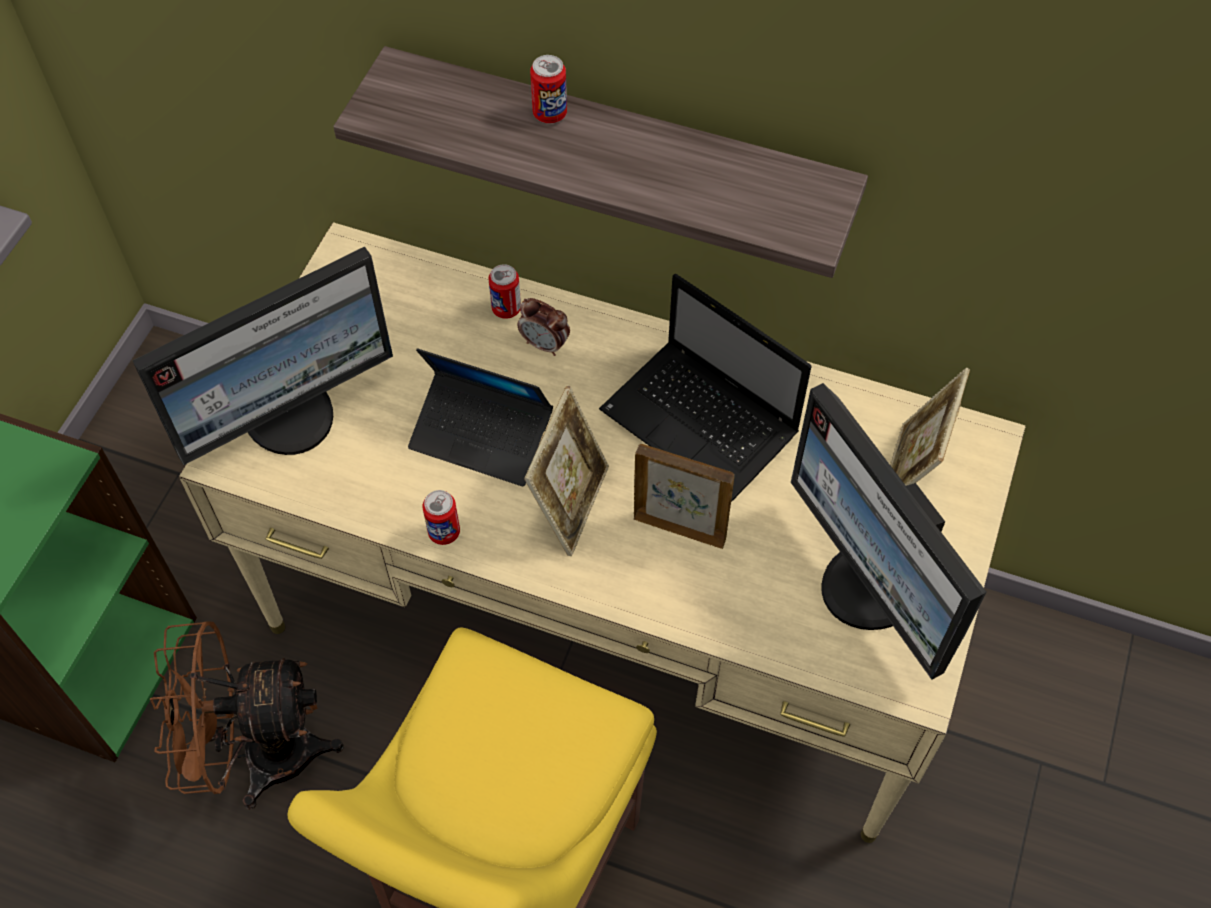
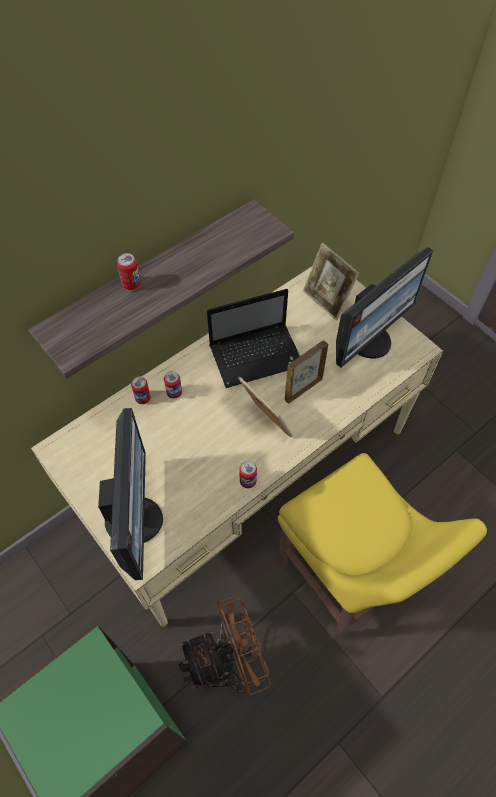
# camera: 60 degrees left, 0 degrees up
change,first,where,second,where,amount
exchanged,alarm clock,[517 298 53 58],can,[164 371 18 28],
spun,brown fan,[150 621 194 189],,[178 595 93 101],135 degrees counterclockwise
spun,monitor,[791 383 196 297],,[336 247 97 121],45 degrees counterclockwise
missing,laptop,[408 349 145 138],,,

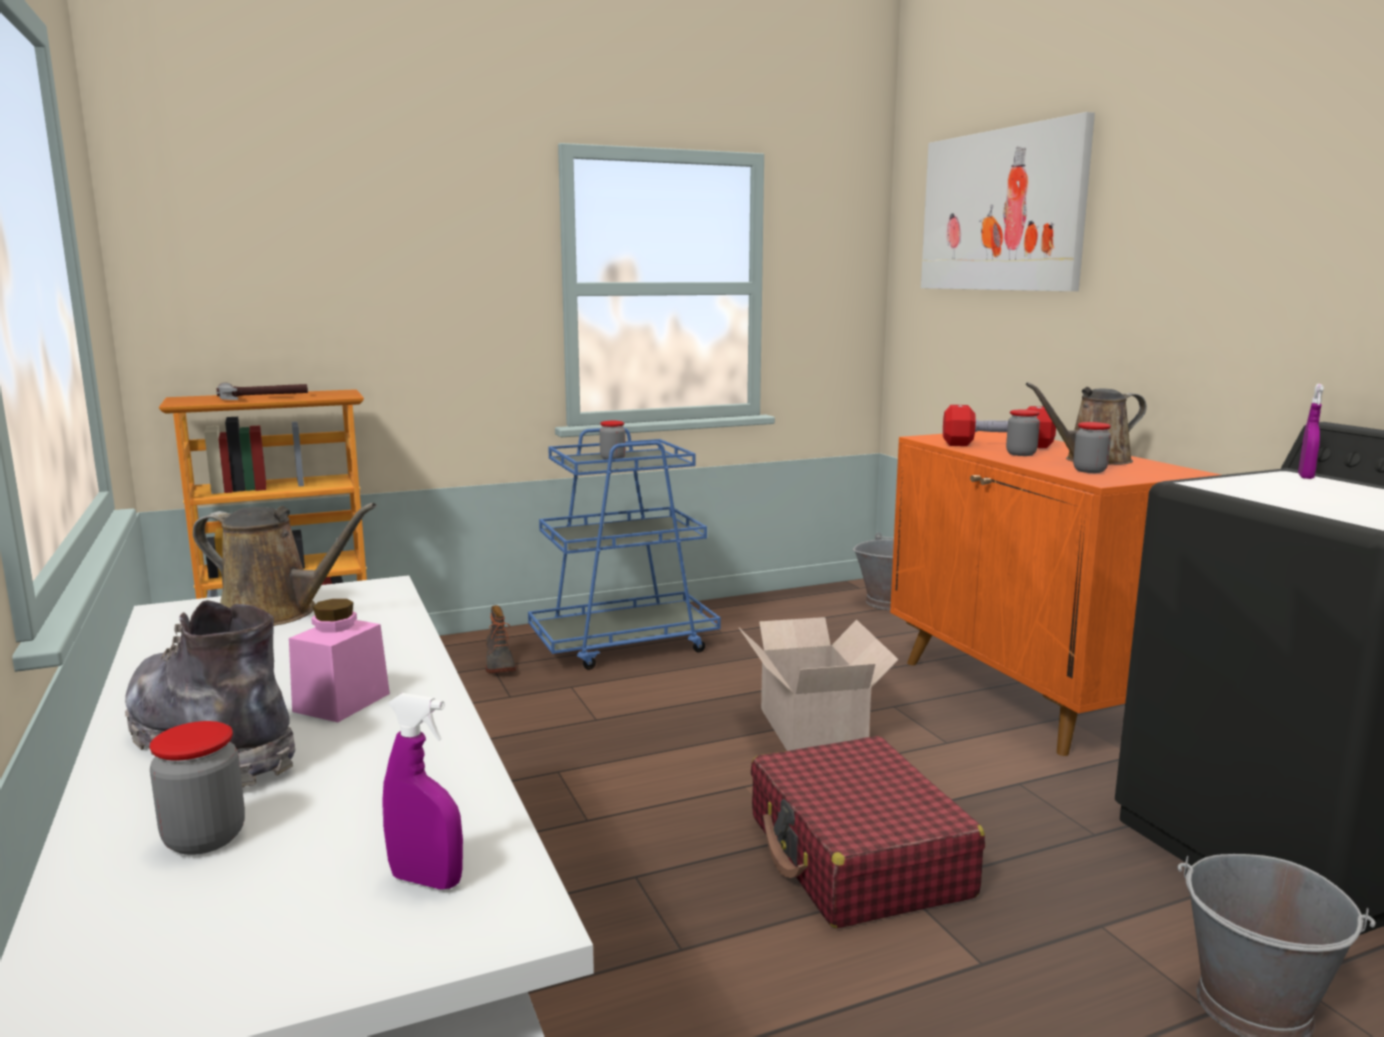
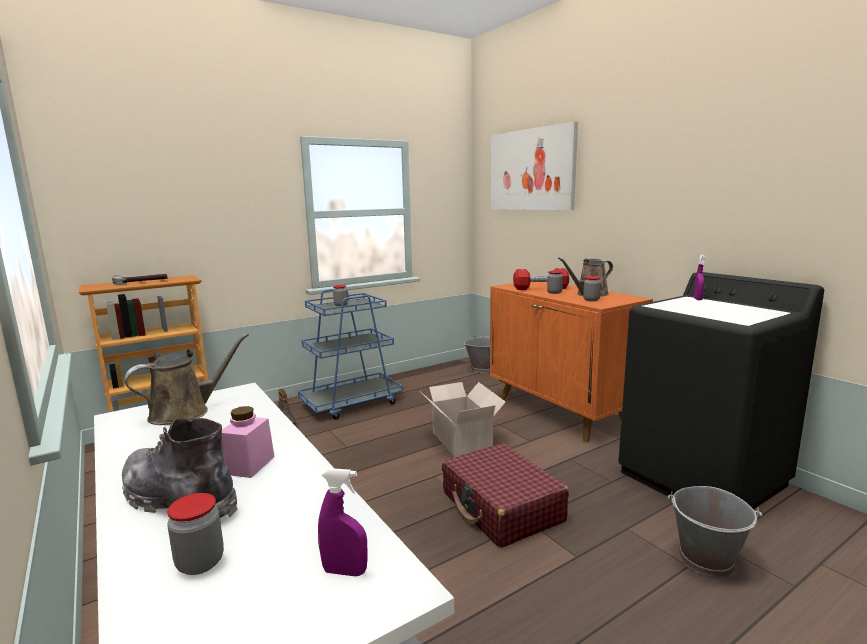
# camera: 10 degrees left, 0 degrees up
change,first,where,second,where,amount
spun,brown watering can,[193 503 184 123],,[124 333 125 92],45 degrees counterclockwise

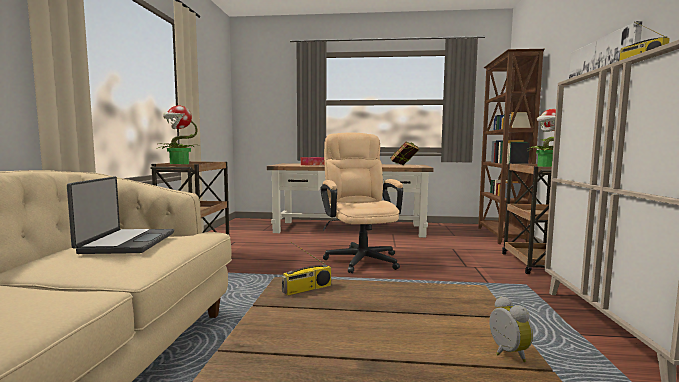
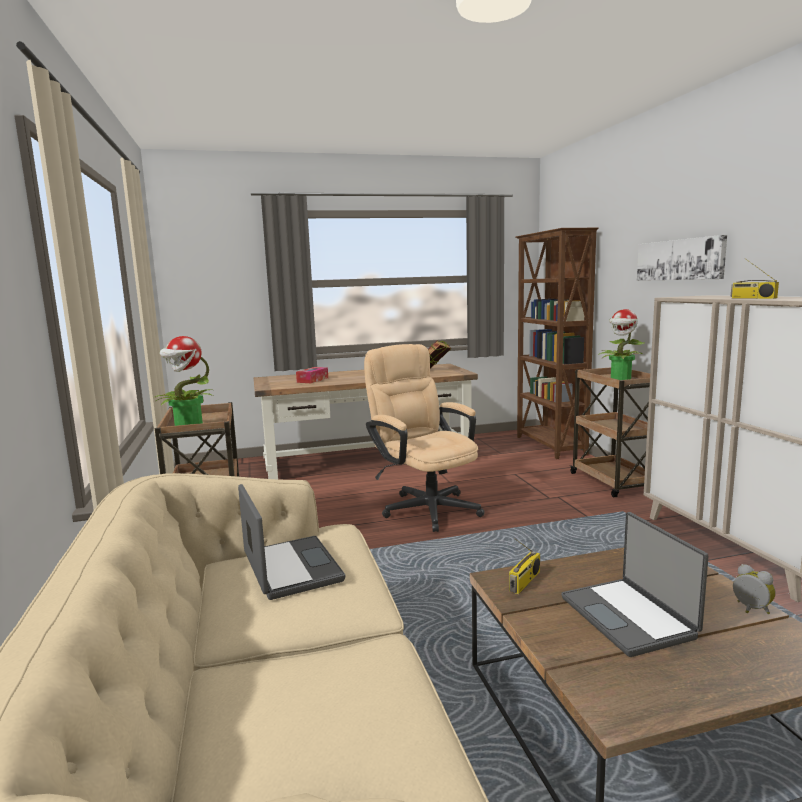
# camera: 20 degrees left, 5 degrees up
change,first,where,second,where,amount
appeared,,,laptop,[561 512 148 145],

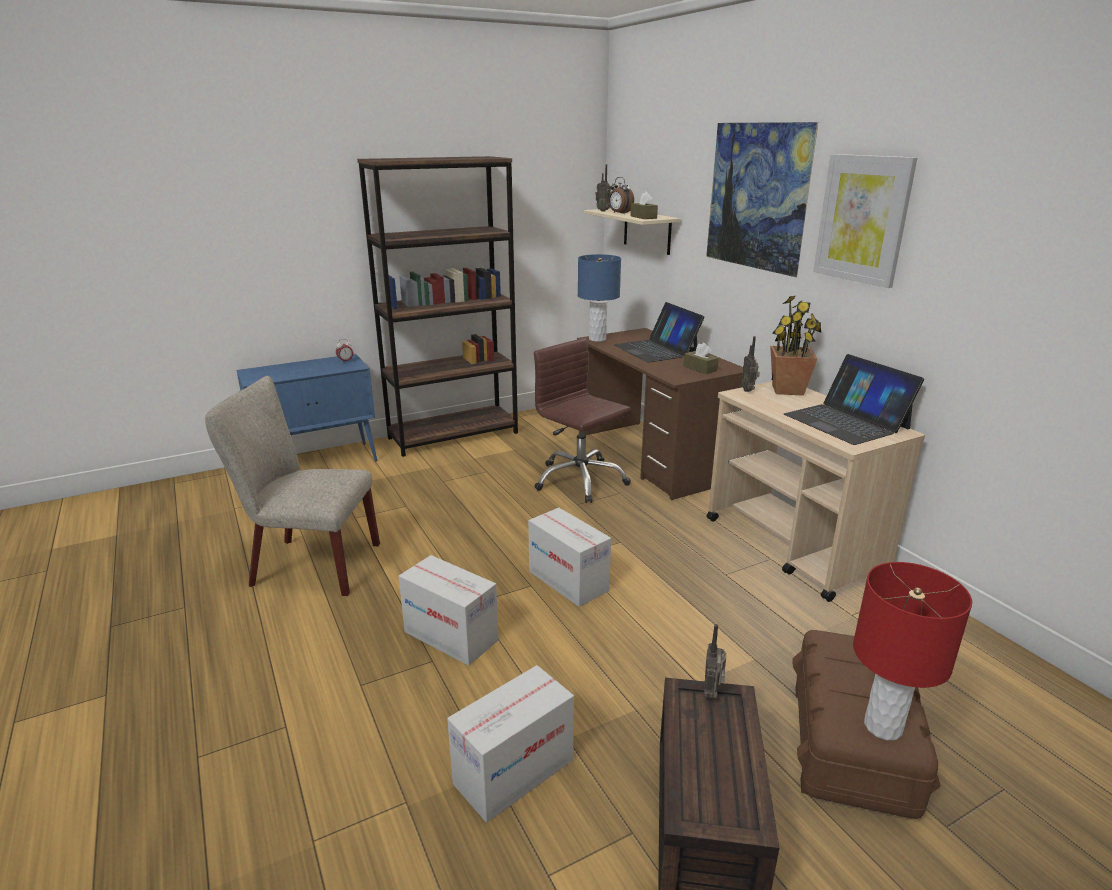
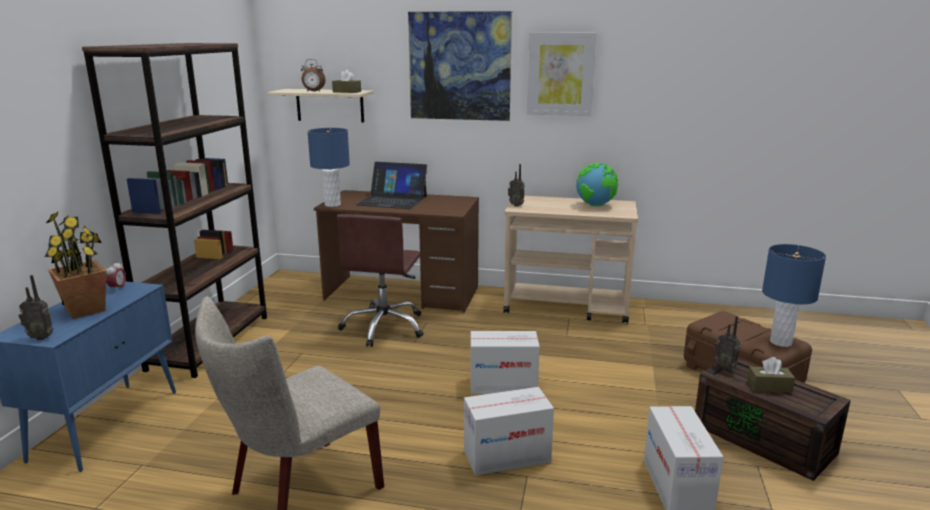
# camera: 50 degrees left, 5 degrees down
change,first,where,second,where,amount
relocated,radio,[596 164 15 48],,[19 275 34 65],
relocated,potted plant,[770 295 52 101],,[45 212 61 107],
spun,brown office chair,[534 338 97 165],,[337 214 87 133],75 degrees counterclockwise
exchanged,laptop,[784 354 140 91],globe,[576 163 42 43],
relocated,brown tissue box,[684 343 35 31],,[747 357 48 35],
colour,red table lamp,[853 562 119 178],blue table lamp,[762 244 64 103],

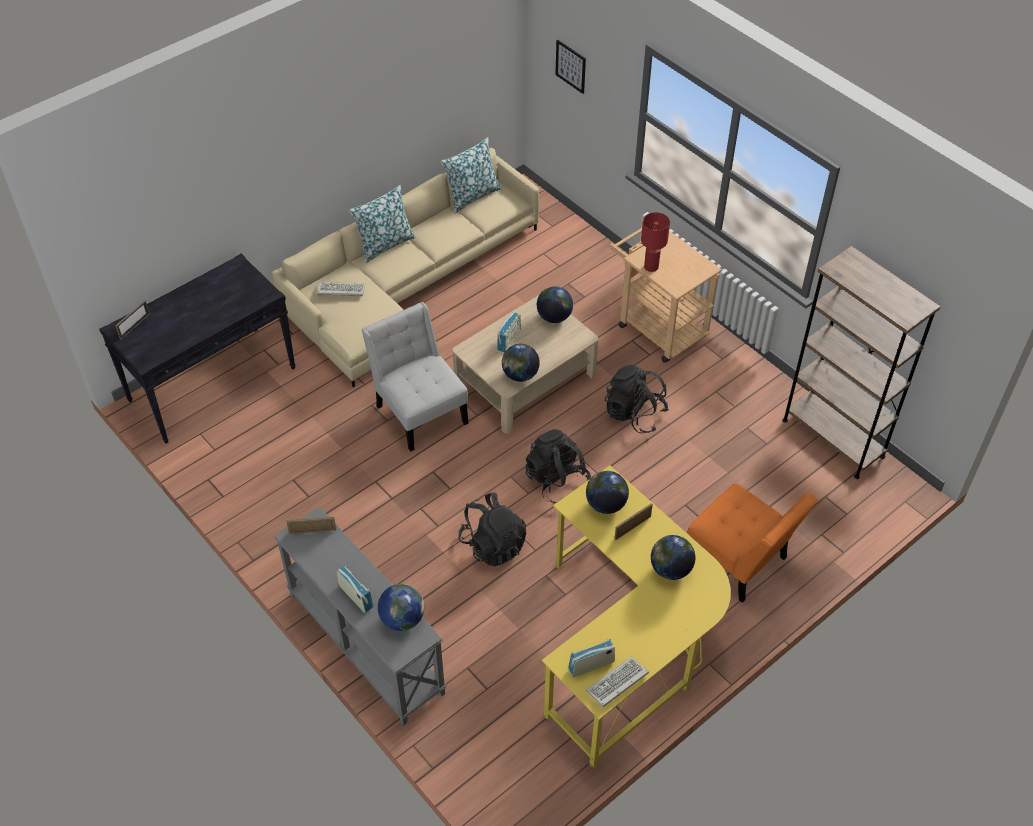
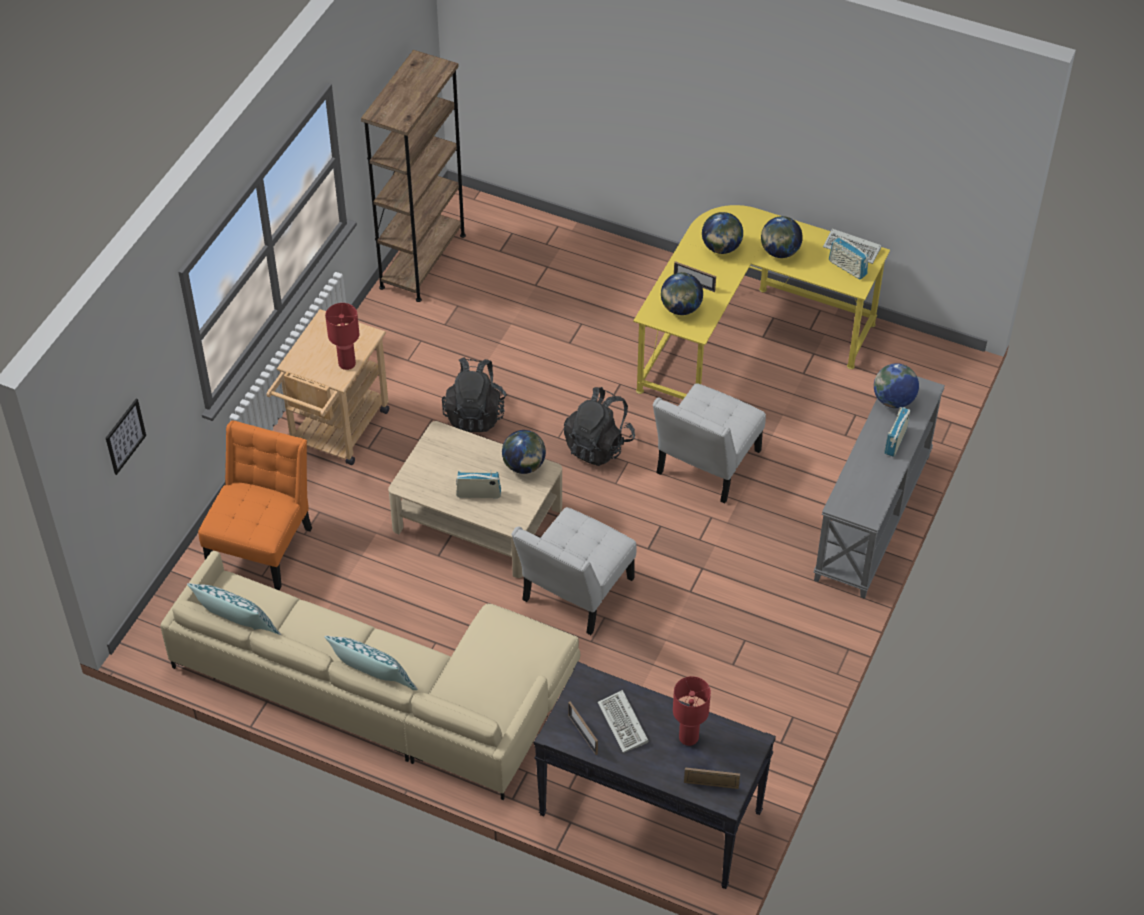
# camera: 115 degrees left, 0 degrees up
change,first,where,second,where,amount
relocated,orange chair,[687 483 131 120],,[198 420 114 170],
relocated,picture frame,[287 517 49 17],,[568 701 30 54],
relocated,keyboard,[317 282 48 14],,[598 690 51 63],
exchanged,black backpack,[458 493 68 74],white chair,[653 383 113 121],
appeared,,,red table lamp,[673 676 38 70],
relocated,globe,[537 286 36 37],,[761 216 42 42],

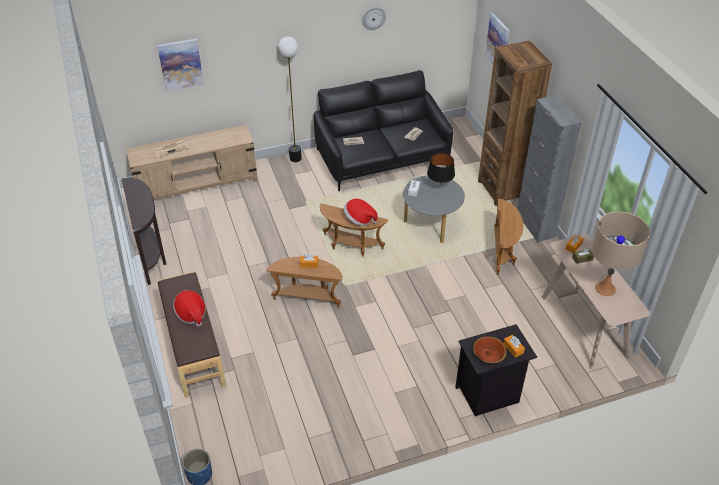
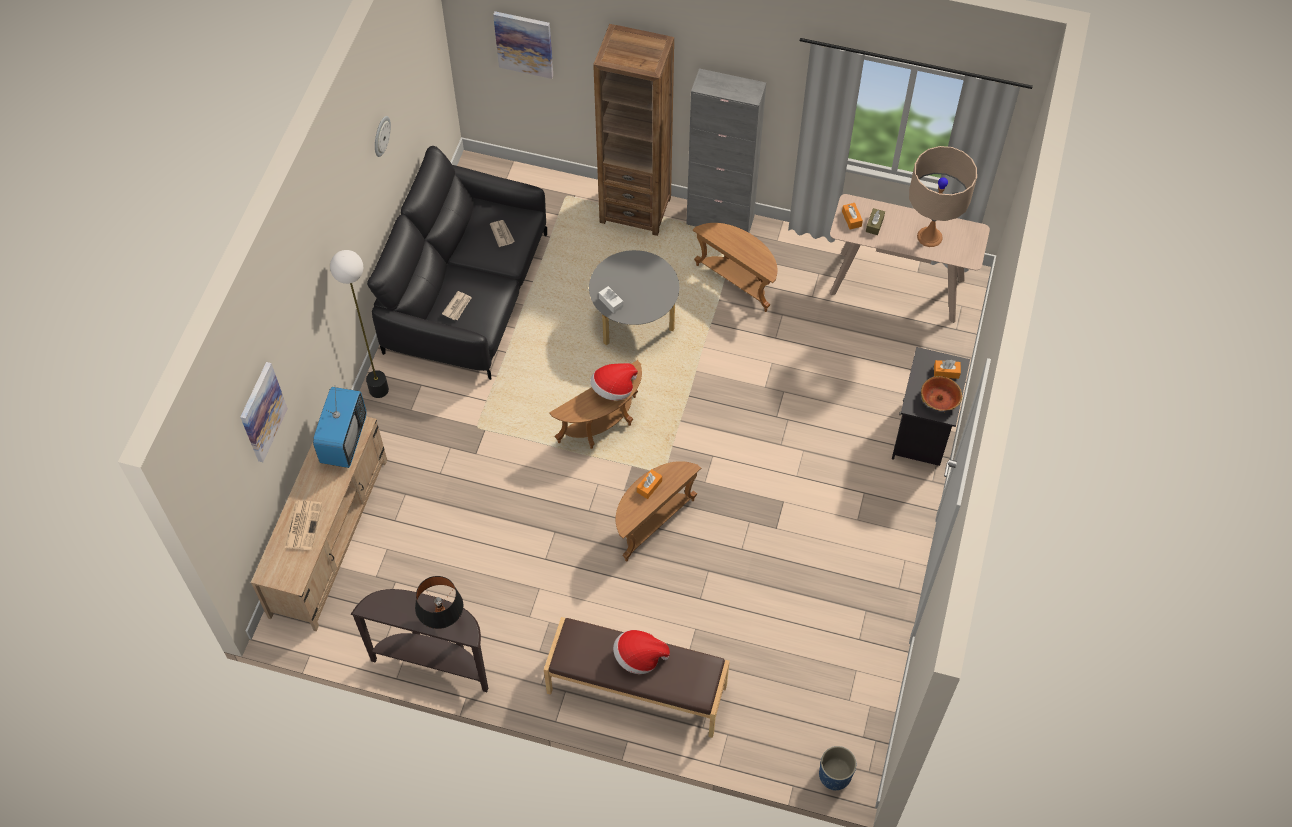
# camera: 55 degrees left, 15 degrees up
change,first,where,second,where,amount
appeared,,,television,[313 385 54 83],
relocated,black table lamp,[427 153 28 30],,[415 576 48 53],

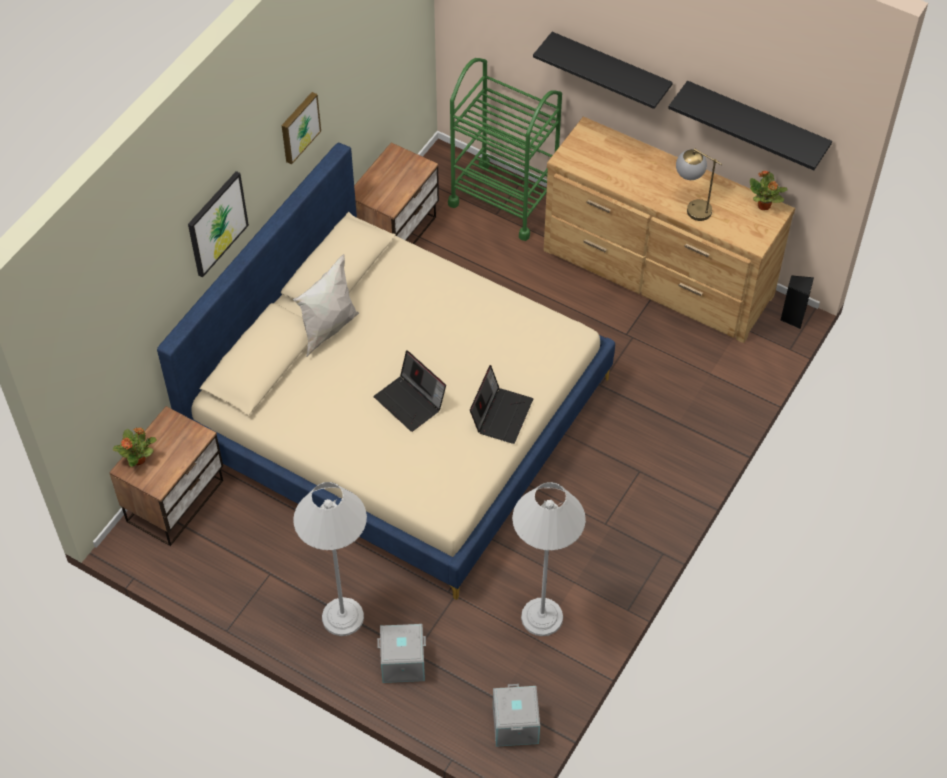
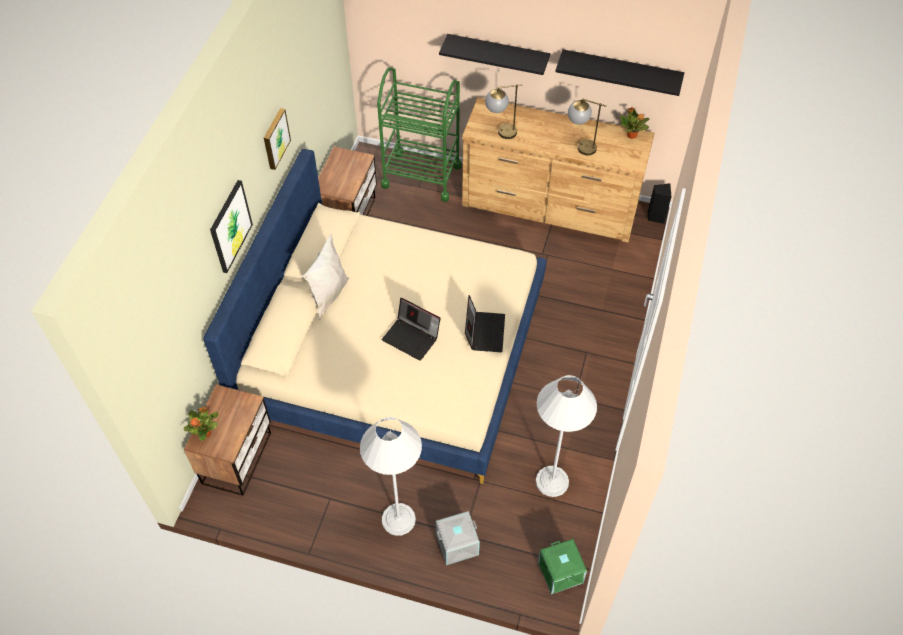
# camera: 15 degrees left, 0 degrees up
change,first,where,second,where,amount
appeared,,,table lamp,[485 84 38 55],
colour,grey storage box,[493 684 47 63],green storage box,[538 539 49 55],

